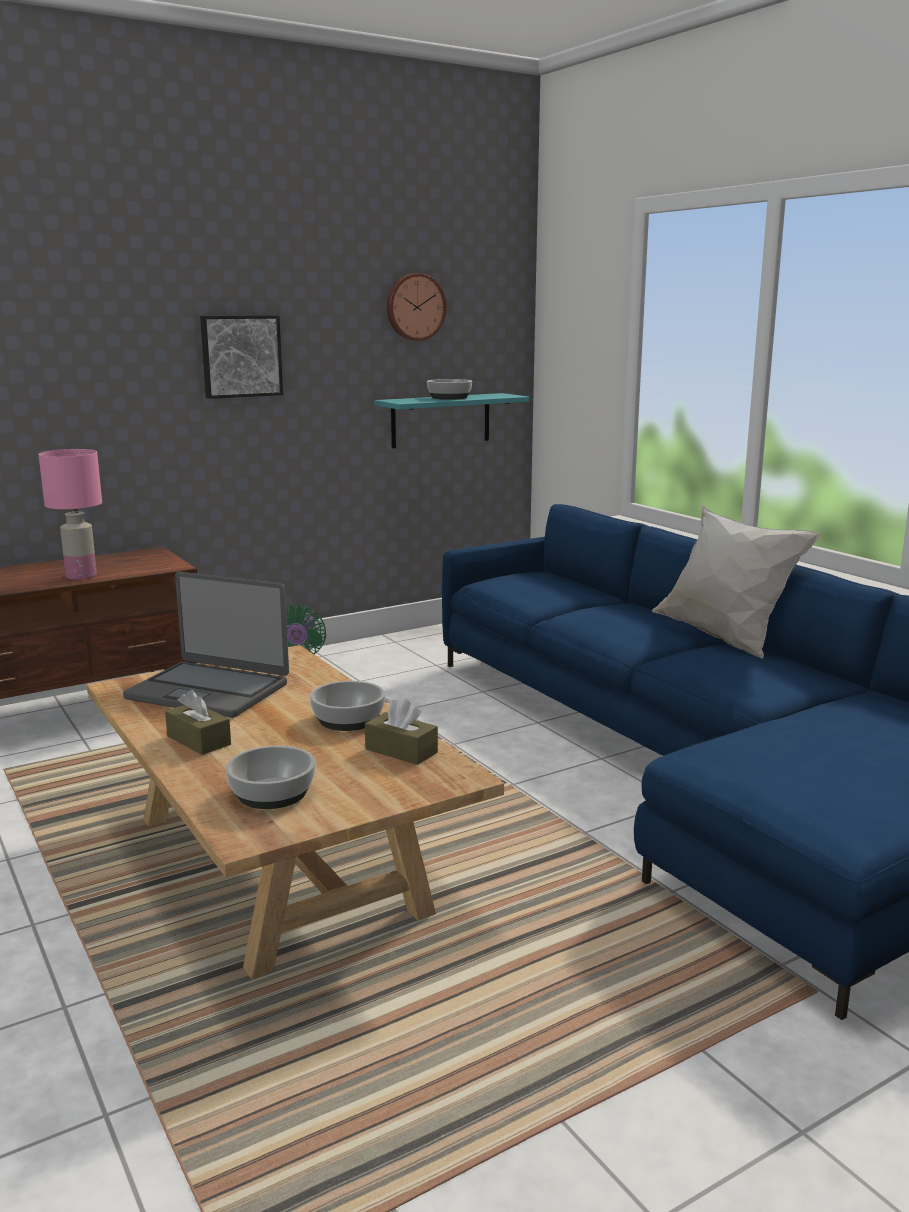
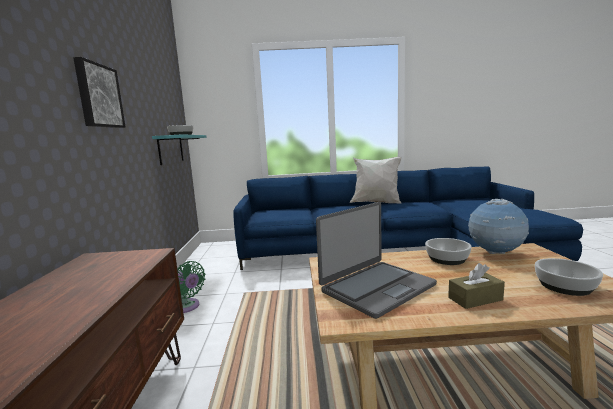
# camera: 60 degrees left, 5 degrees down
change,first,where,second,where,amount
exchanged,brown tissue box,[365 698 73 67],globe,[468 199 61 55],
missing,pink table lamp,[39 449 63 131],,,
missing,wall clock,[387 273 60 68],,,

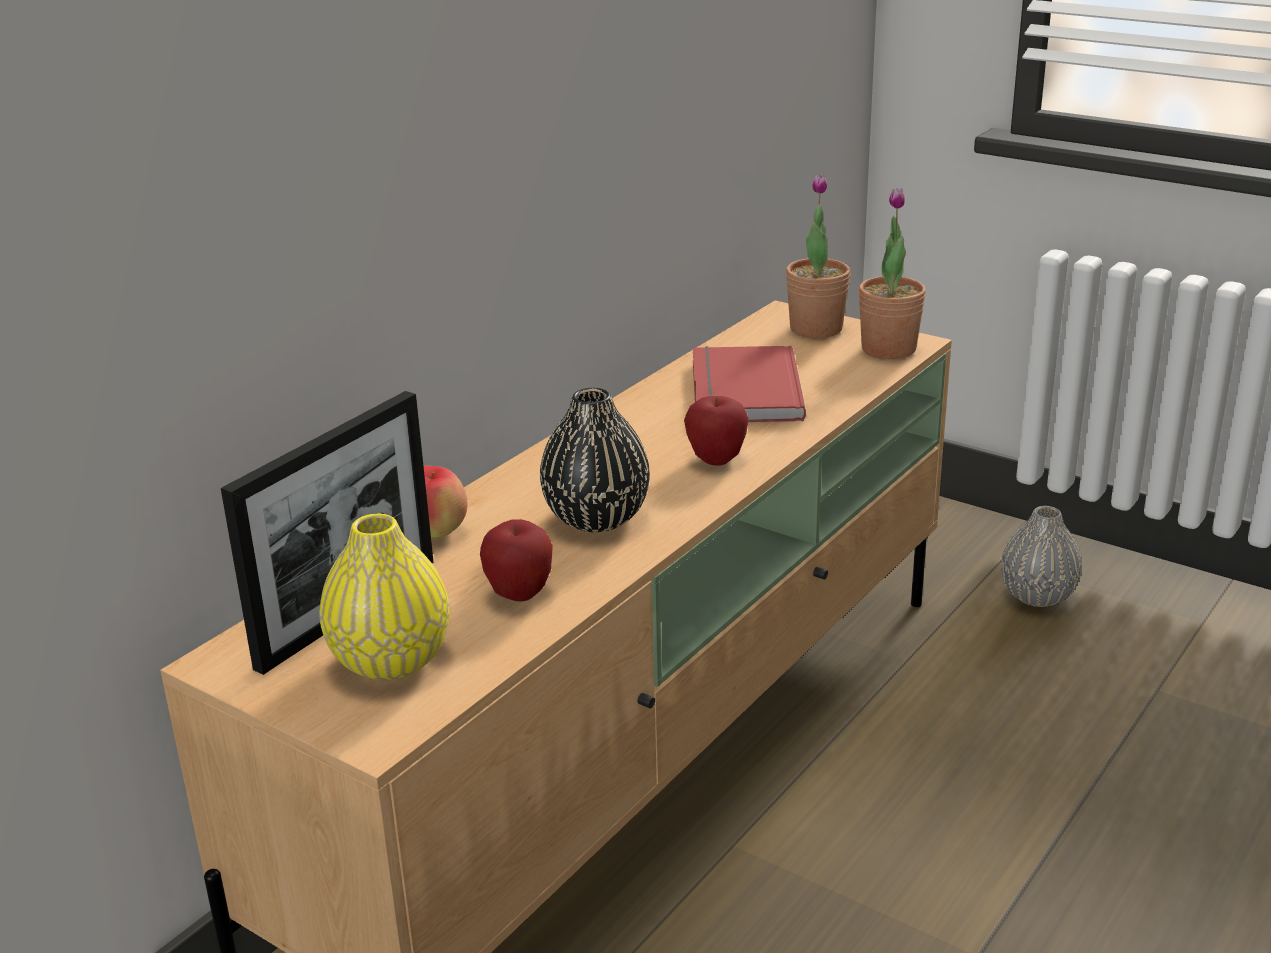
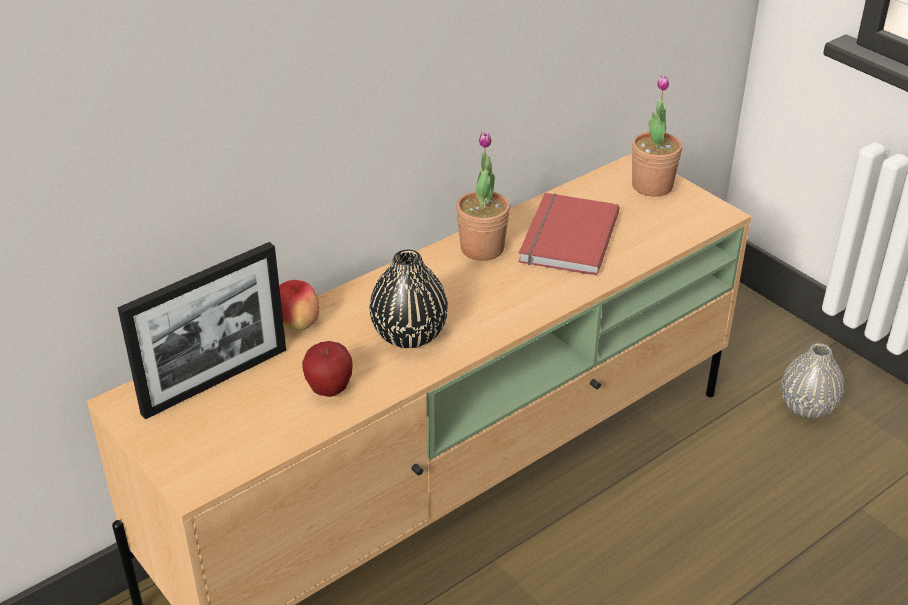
# camera: 15 degrees right, 10 degrees up
change,first,where,second,where,amount
relocated,potted plant,[858 188 68 171],,[456 131 54 130],
missing,yellow vase,[319 514 130 166],,,
missing,apple,[684 396 65 70],,,

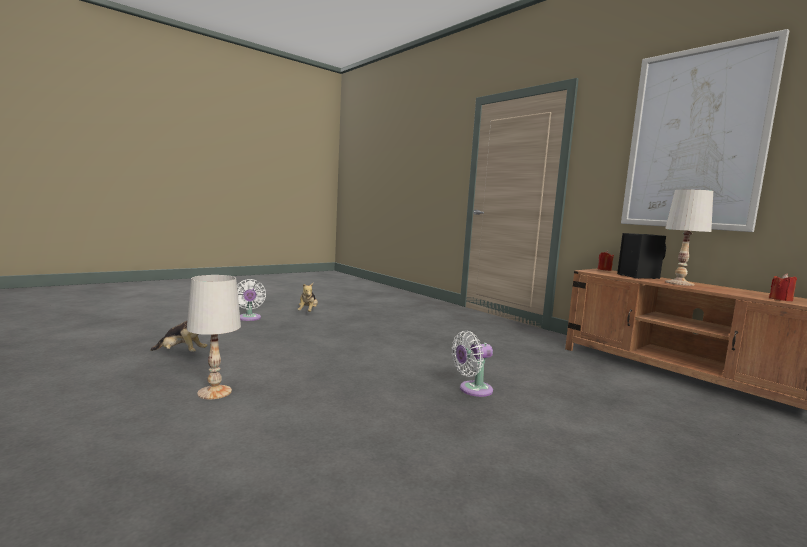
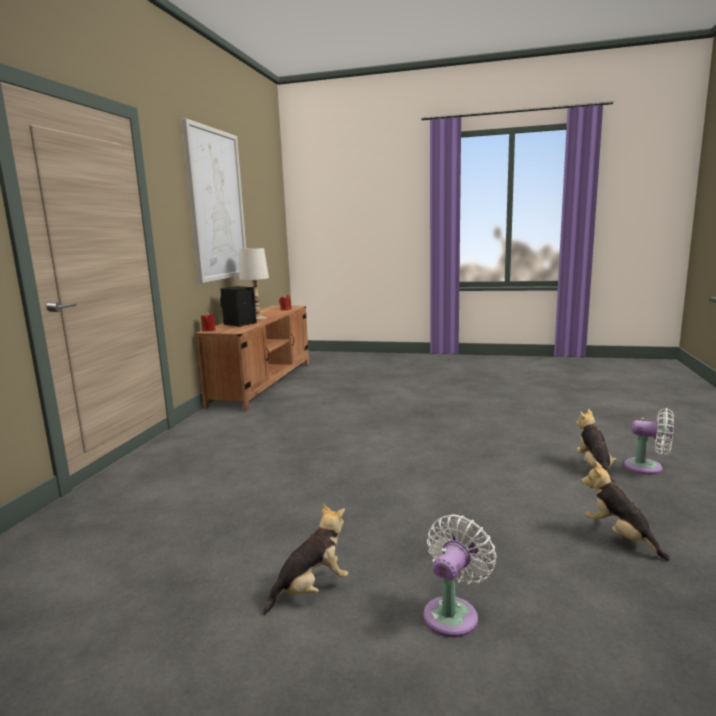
# camera: 125 degrees left, 5 degrees up
change,first,where,second,where,amount
exchanged,white table lamp,[187 275 54 124],plush toy,[576 409 40 75],
relocated,white fan,[452 331 41 66],,[624 408 50 67],

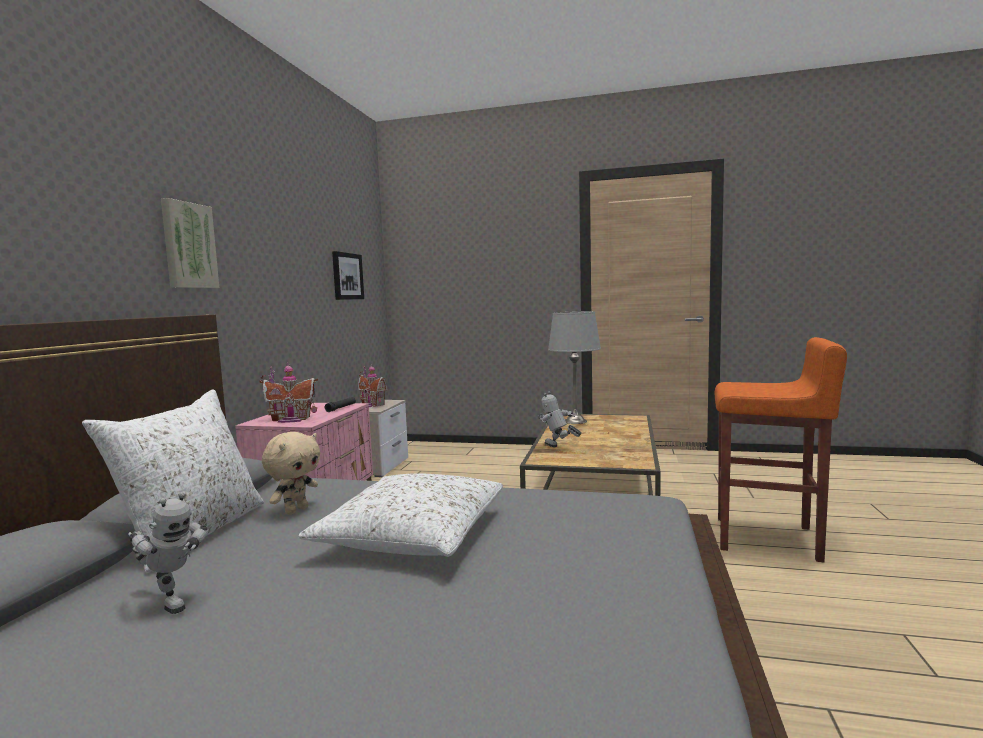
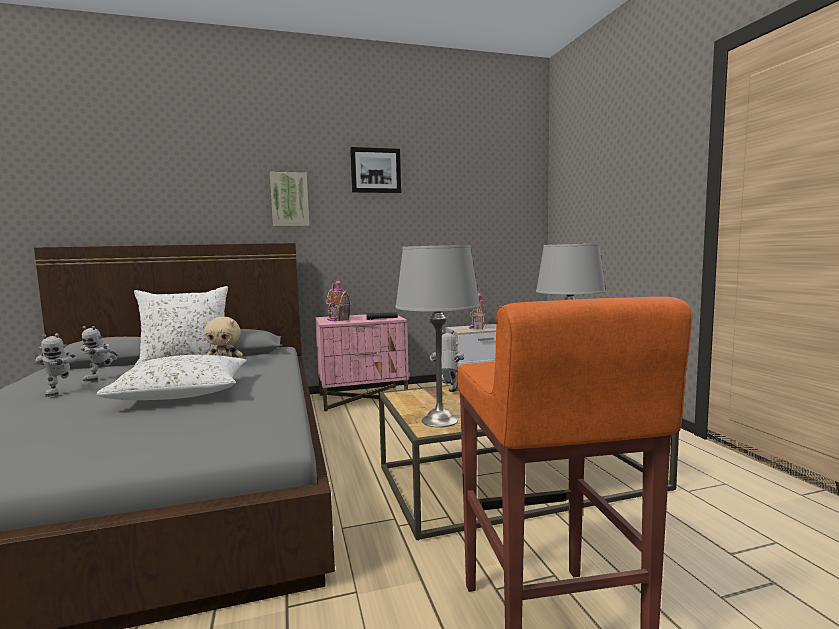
# camera: 60 degrees right, 0 degrees up
change,first,where,second,where,amount
appeared,,,toy robot,[35 333 42 64],
relocated,picture,[332 251 32 49],,[350 147 51 46],
appeared,,,grey table lamp,[395 245 85 182],

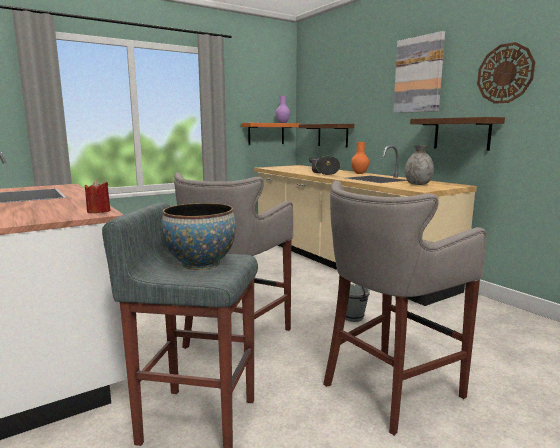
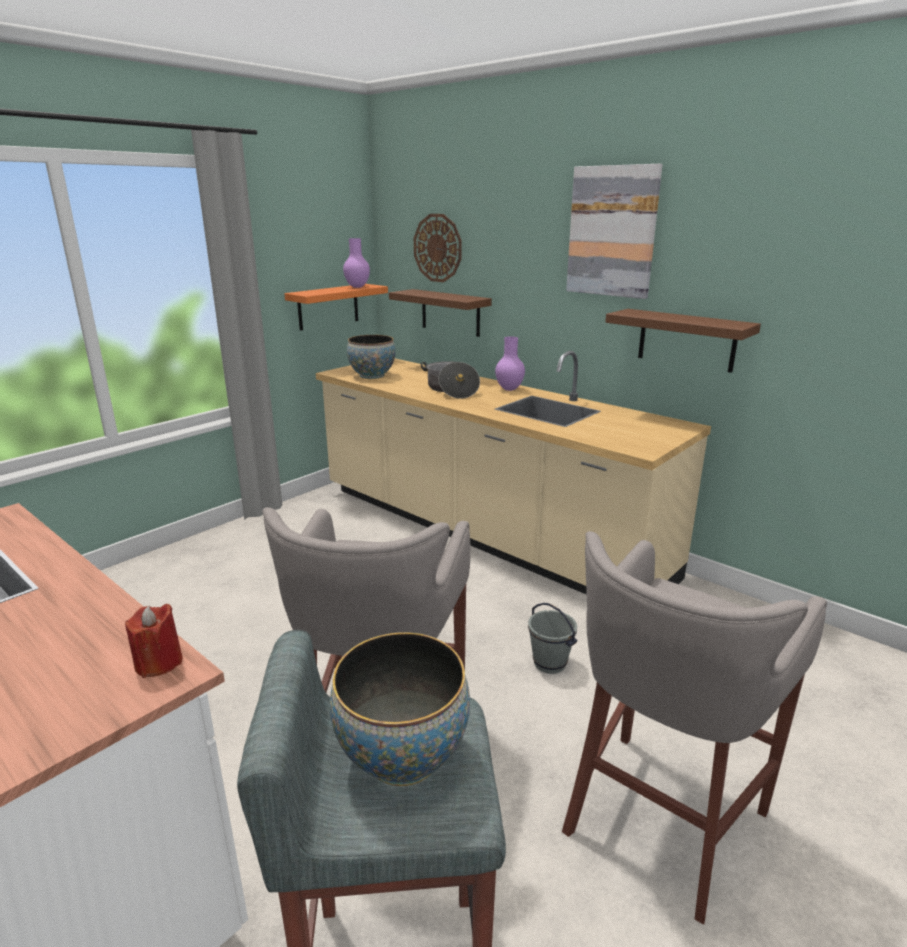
# camera: 15 degrees left, 10 degrees up
change,first,where,second,where,amount
appeared,,,bowl,[347 335 49 44],
relocated,wall clock,[477 42 58 62],,[414 214 48 68],
colour,orange vase,[351 142 18 32],purple vase,[495 337 30 54],
missing,grey vase,[405 145 29 40],,,

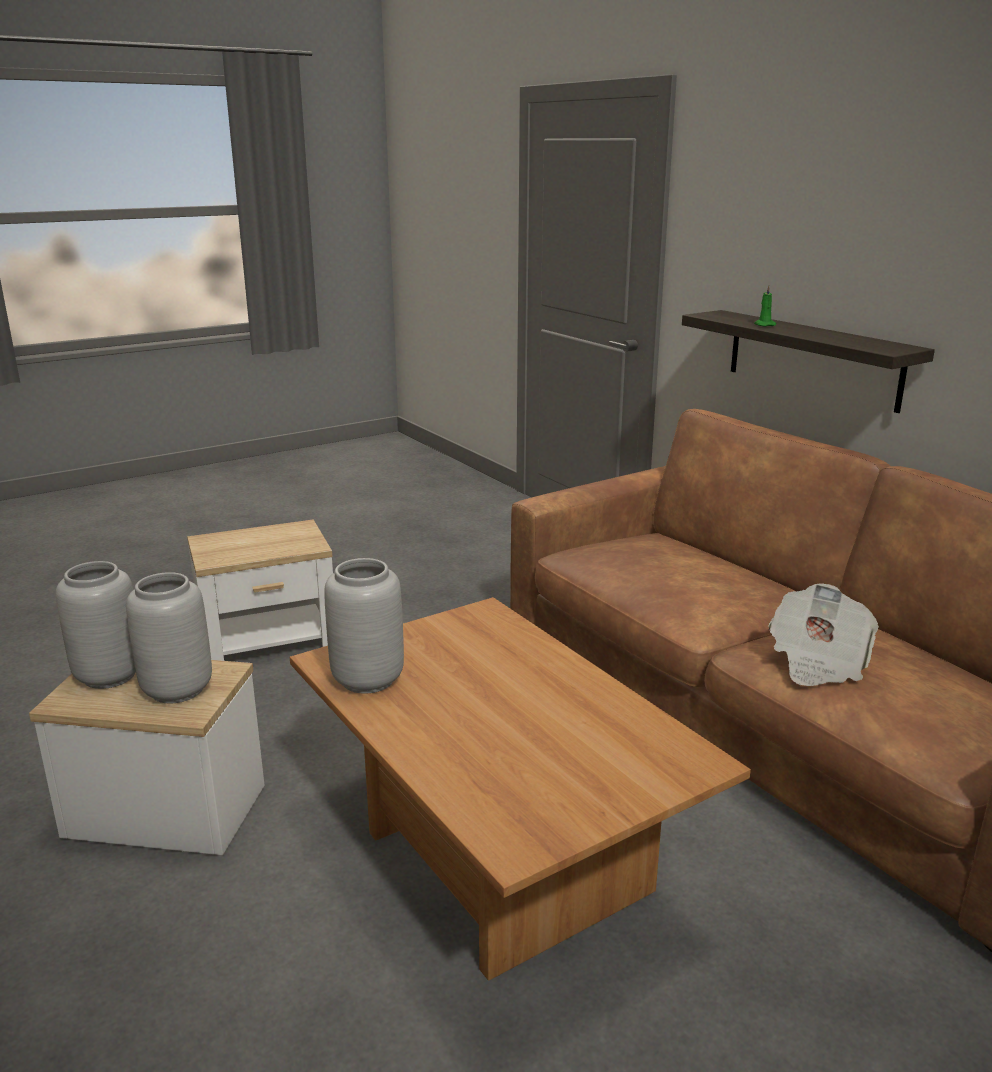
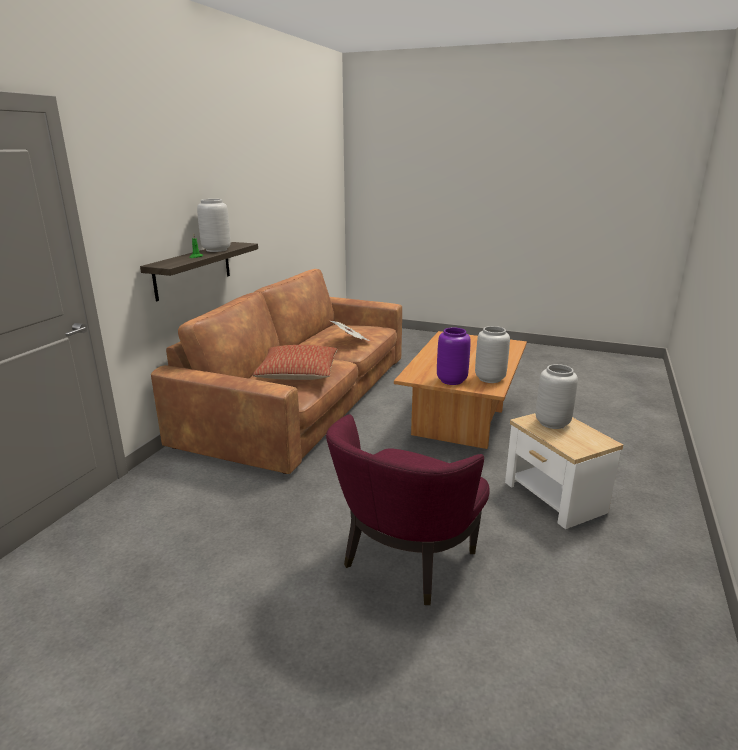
# camera: 125 degrees left, 0 degrees up
change,first,where,second,where,amount
relocated,grey vase,[56 561 80 128],,[197 199 34 53],
appeared,,,pillow,[253 345 84 35],
exchanged,side table,[187 520 146 141],purple armchair,[326 414 164 191],
appeared,,,purple vase,[437 328 34 57],

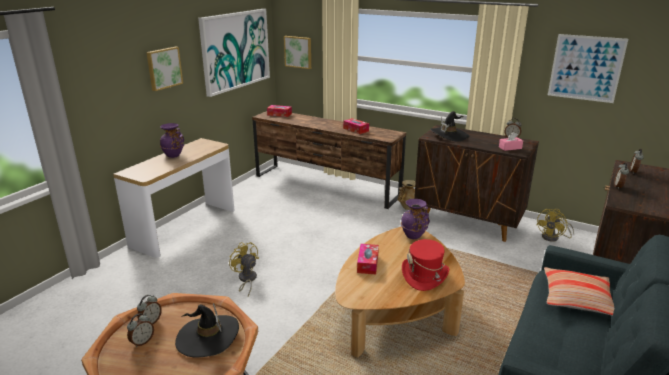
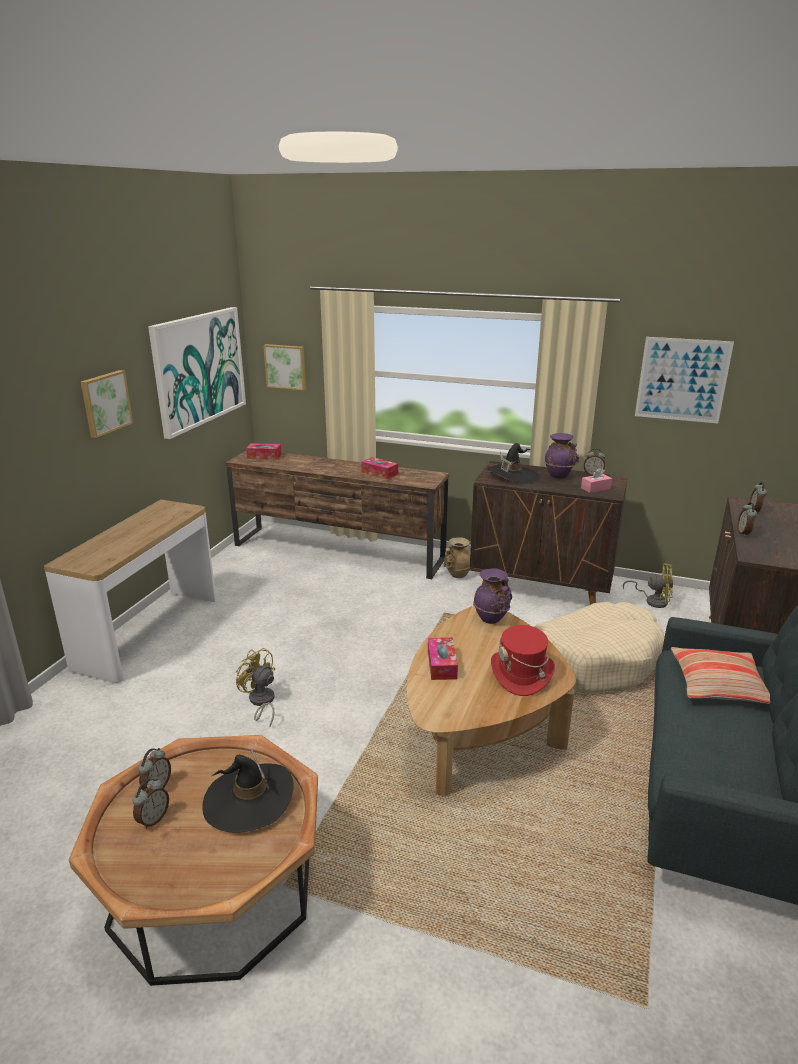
# camera: 10 degrees left, 0 degrees up
change,first,where,second,where,amount
appeared,,,beige dog bed,[535 602 130 91],
relocated,purple vase,[160 123 24 35],,[544 433 35 46],
spun,yellow fan,[537 209 37 33],,[623 563 50 45],105 degrees counterclockwise

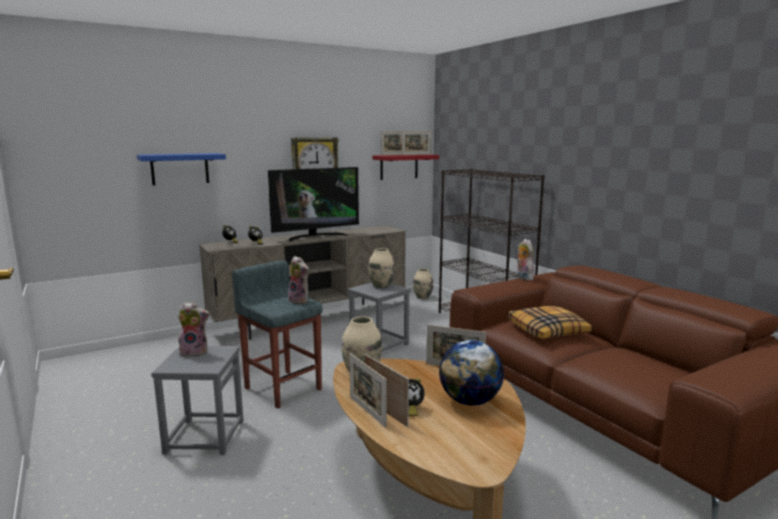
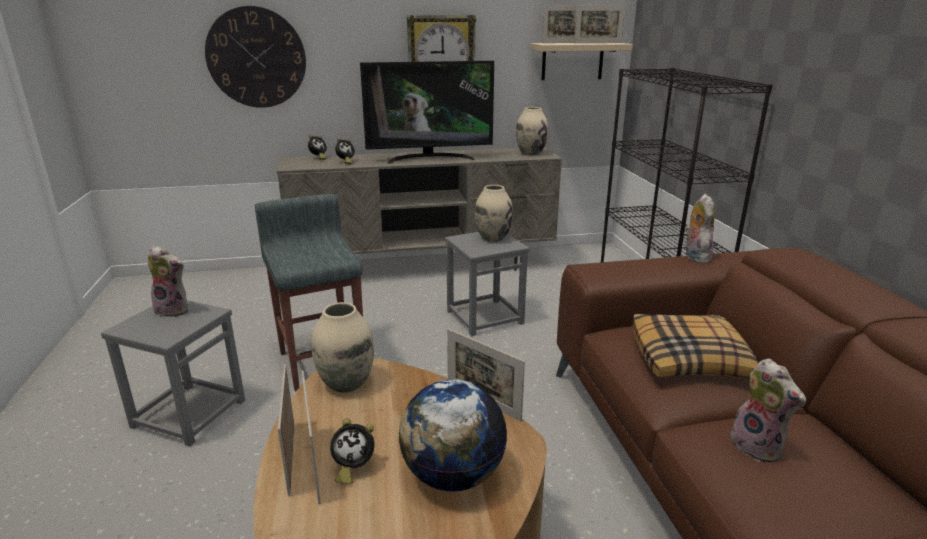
# camera: 20 degrees right, 10 degrees up
change,first,where,second,where,amount
exchanged,blue shelf,[137 153 89 32],wall clock,[205 6 101 102],
relocated,beige vase,[413 269 20 30],,[516 107 32 48],
colour,red shelf,[373 155 66 25],beige shelf,[530 43 103 37],
relocated,plush toy,[288 256 22 49],,[730 358 76 104],

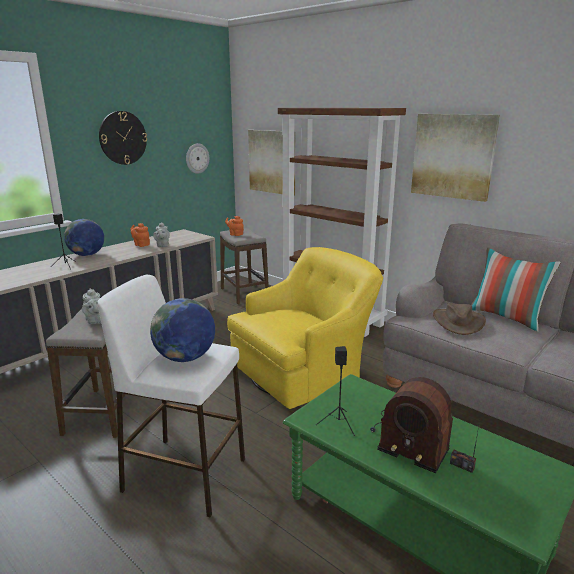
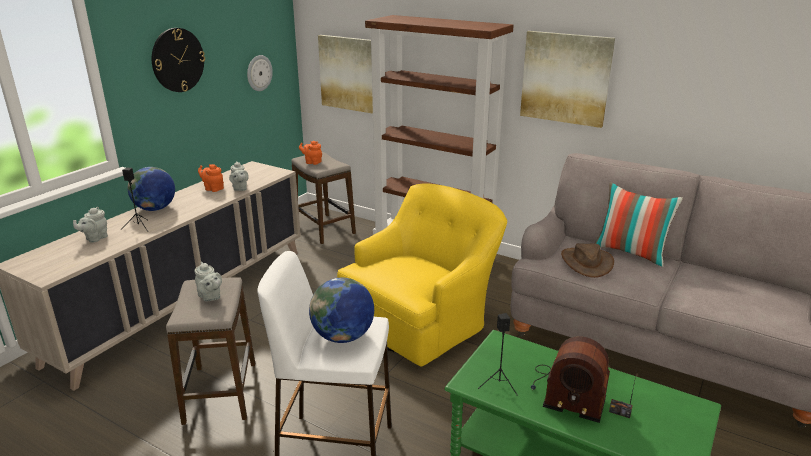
# camera: 10 degrees left, 5 degrees up
change,first,where,second,where,amount
appeared,,,grey teapot,[73 207 35 36],

